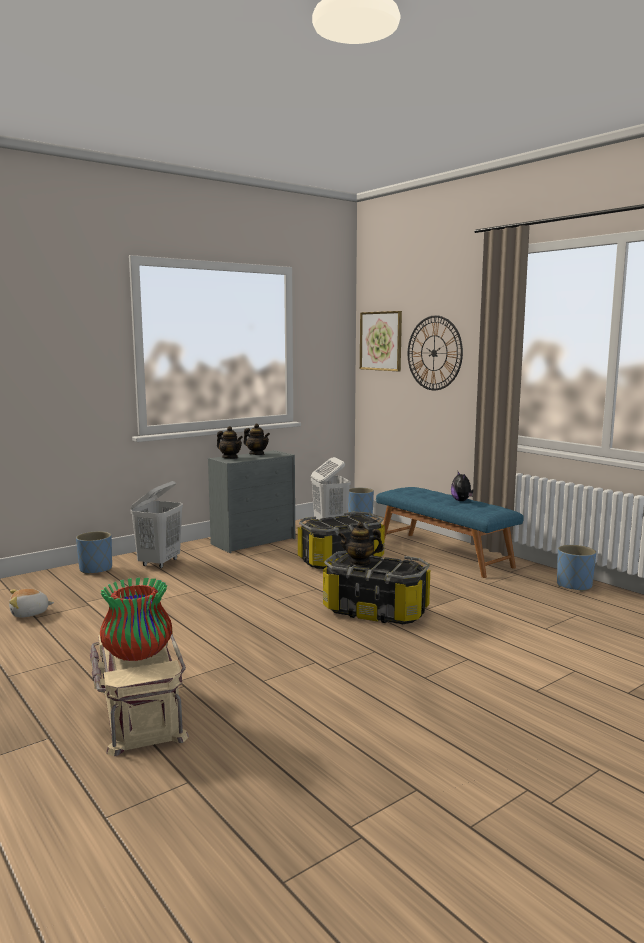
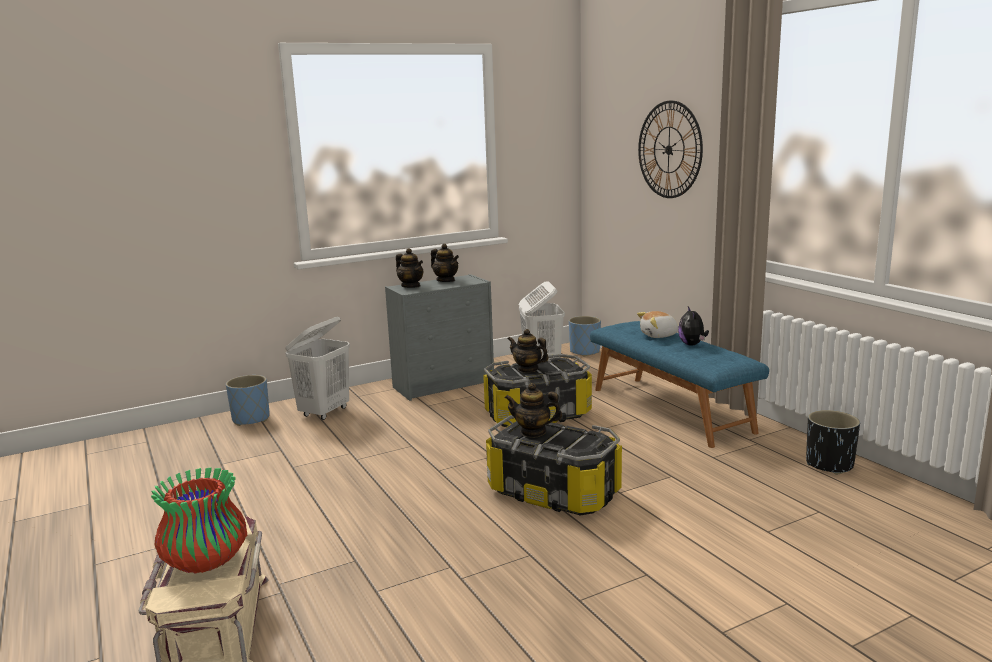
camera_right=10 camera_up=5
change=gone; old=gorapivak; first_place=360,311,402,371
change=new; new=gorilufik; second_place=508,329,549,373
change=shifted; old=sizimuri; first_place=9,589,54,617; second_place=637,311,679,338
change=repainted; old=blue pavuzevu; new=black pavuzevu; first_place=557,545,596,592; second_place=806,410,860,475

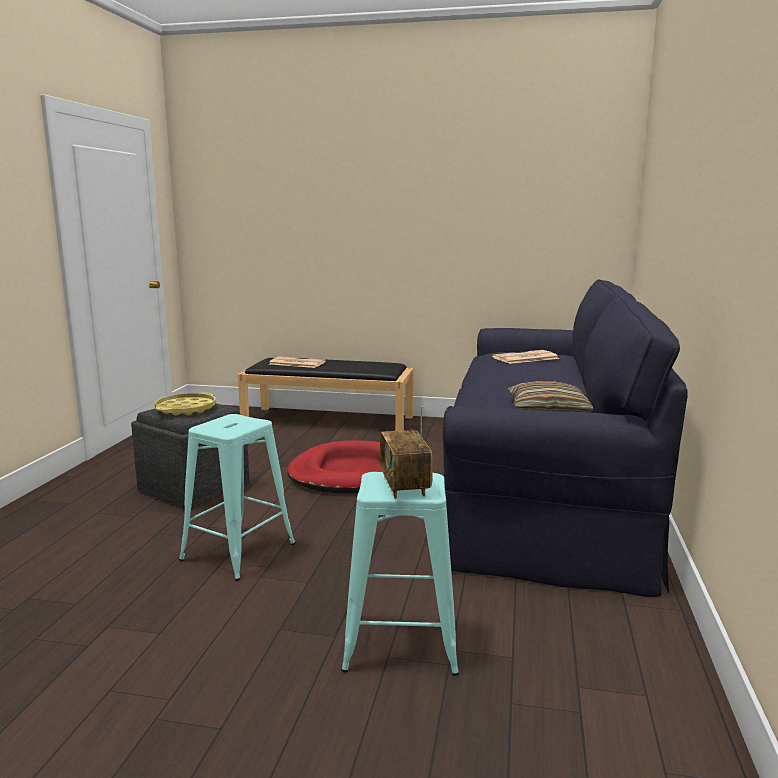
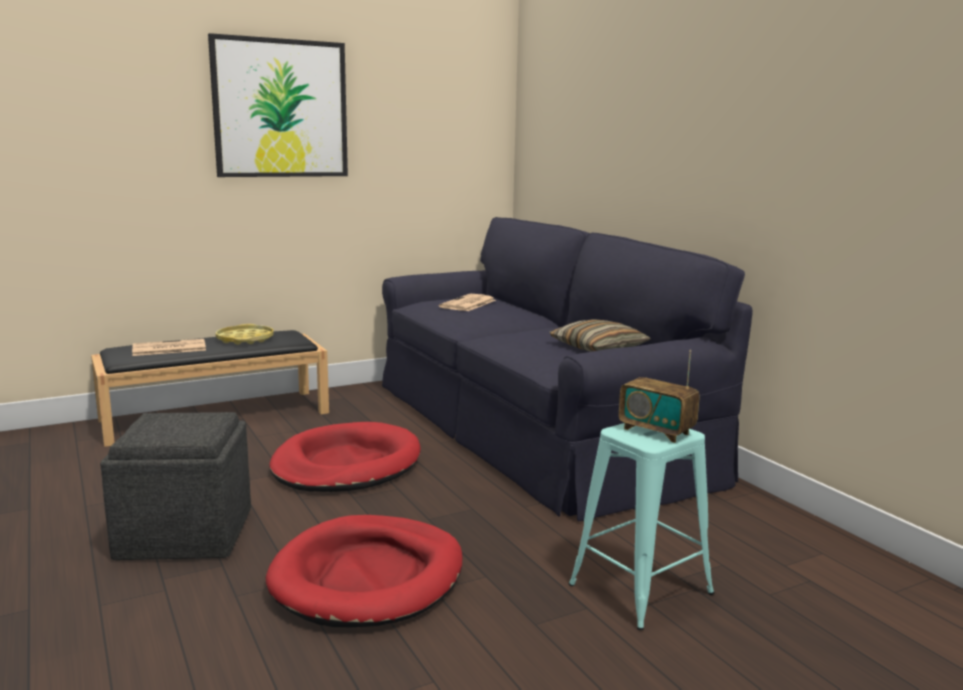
camera_right=-40 camera_up=0
change=new; new=gorapivak; second_place=208,33,348,177
change=shifted; old=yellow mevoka; first_place=155,392,216,416; second_place=216,324,274,345
change=swapped; old=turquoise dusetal; new=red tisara; first_place=179,414,295,581; second_place=266,515,462,627

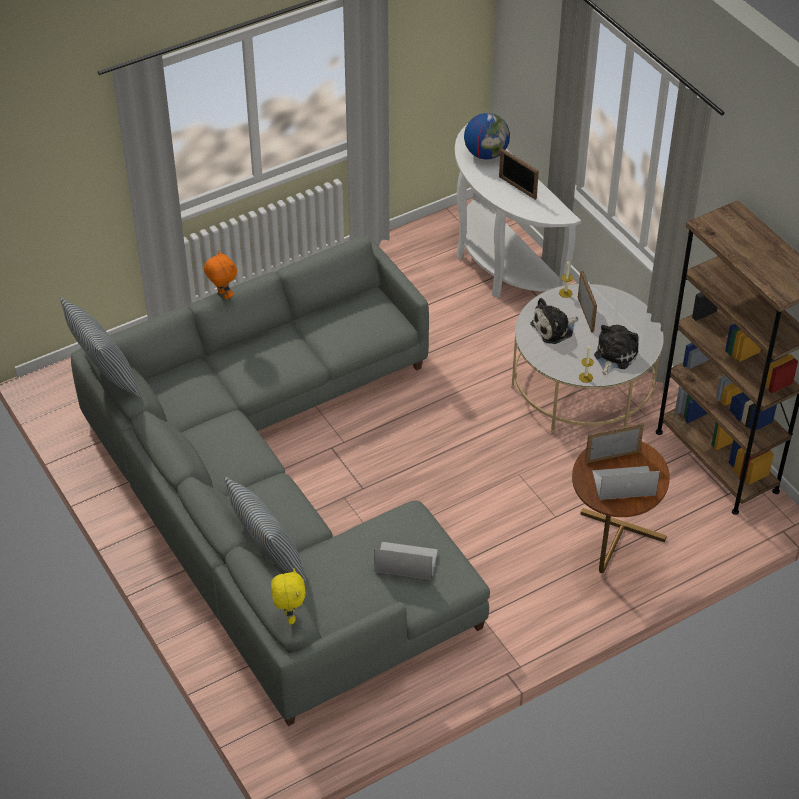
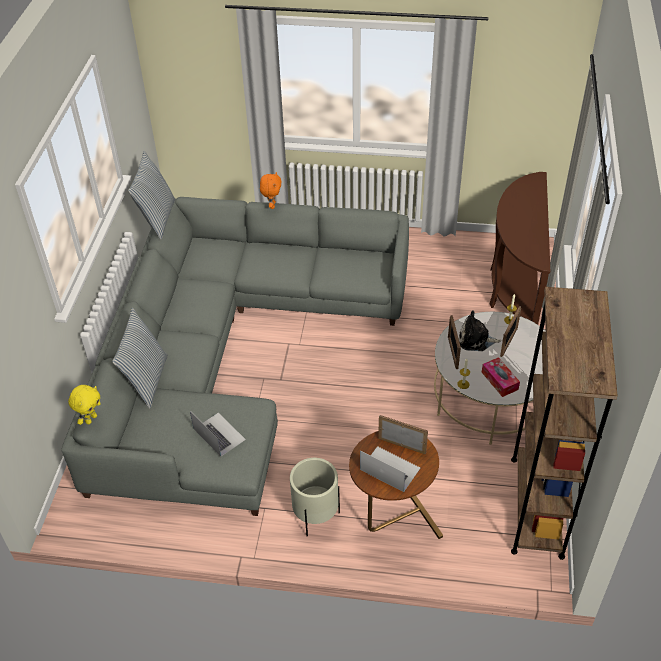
camera_right=40 camera_up=0
change=gone; old=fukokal; first_place=464,113,510,160
change=new; new=beige pavuzevu; second_place=290,458,340,537
change=shifted; old=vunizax; first_place=499,148,539,200; second_place=448,315,461,369
change=swapped; old=sizimuri; new=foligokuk; first_place=594,325,639,376; second_place=482,357,520,397
change=repainted; old=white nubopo; new=brown nubopo; first_place=455,123,581,298; second_place=490,172,550,325

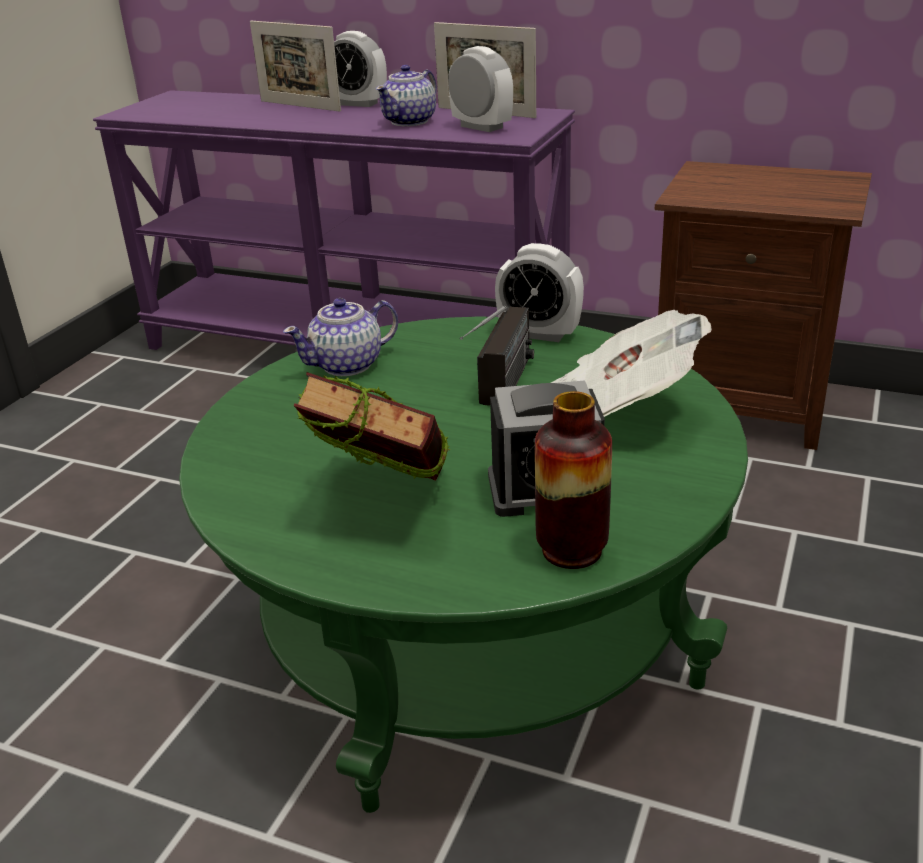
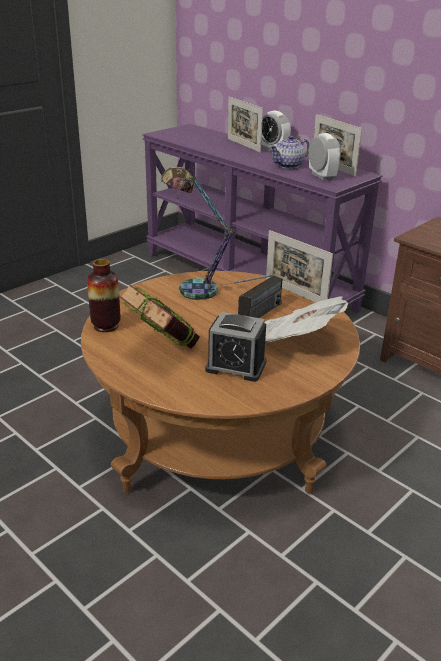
camera_right=20 camera_up=0
change=shifted; old=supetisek; first_place=535,391,612,569; second_place=87,259,121,332
change=swapped; old=gorilufik; new=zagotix; first_place=283,298,398,376; second_place=161,167,235,300
change=swapped; old=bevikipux; new=vunizax; first_place=495,243,584,342; second_place=266,230,333,302
change=repainted; old=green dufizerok; new=brown dufizerok; first_place=179,317,748,813; second_place=81,271,360,494

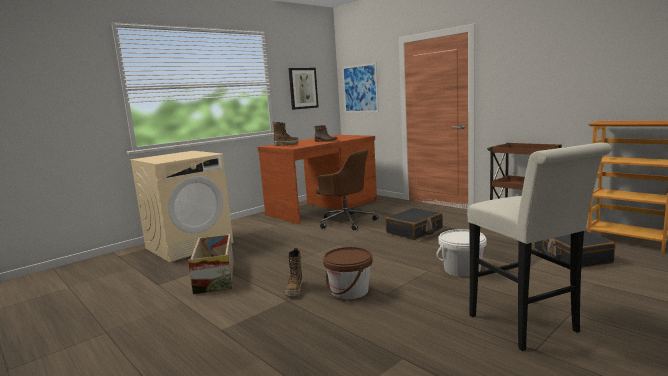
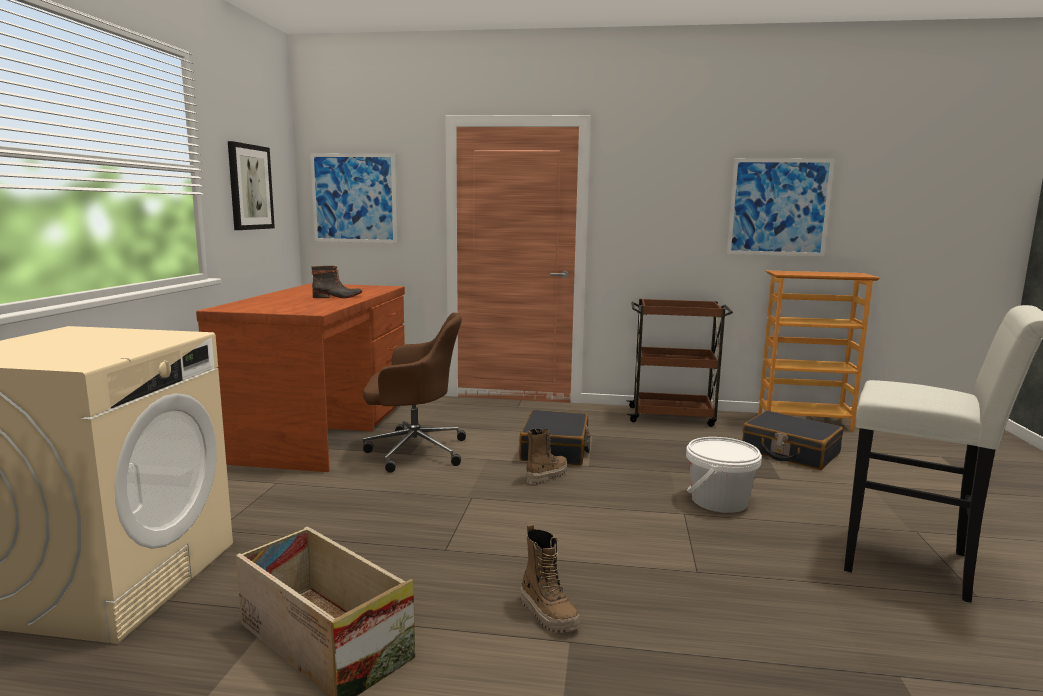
camera_right=-40 camera_up=0
change=gone; old=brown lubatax; first_place=323,247,373,299
change=new; new=gorapivak; second_place=727,158,835,256
change=shifted; old=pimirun; first_place=273,122,299,146; second_place=526,428,567,485

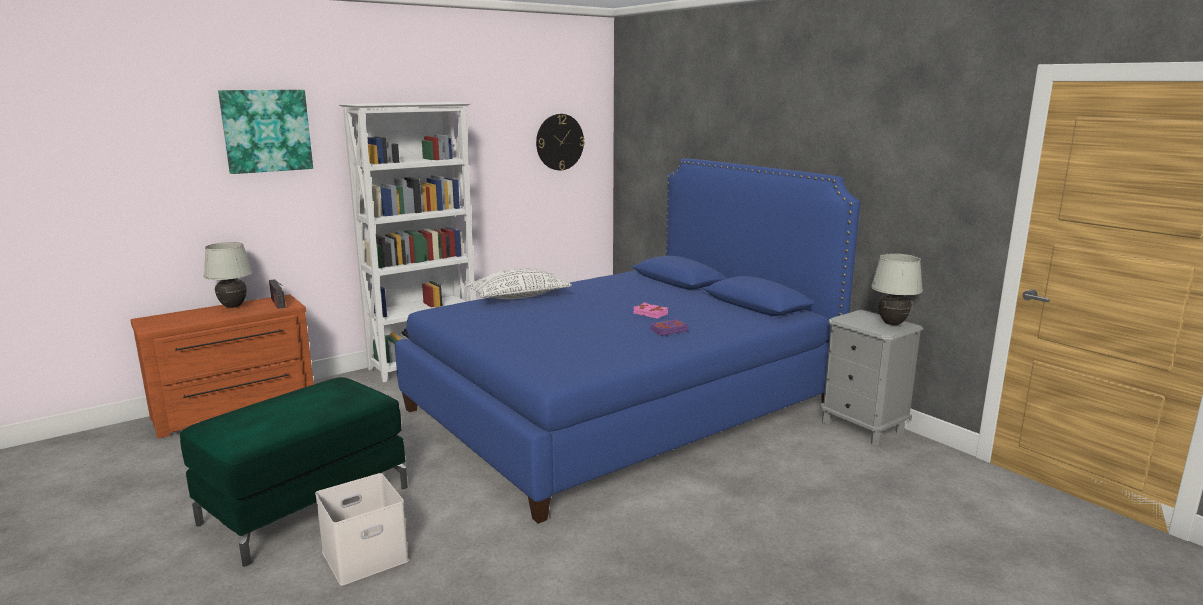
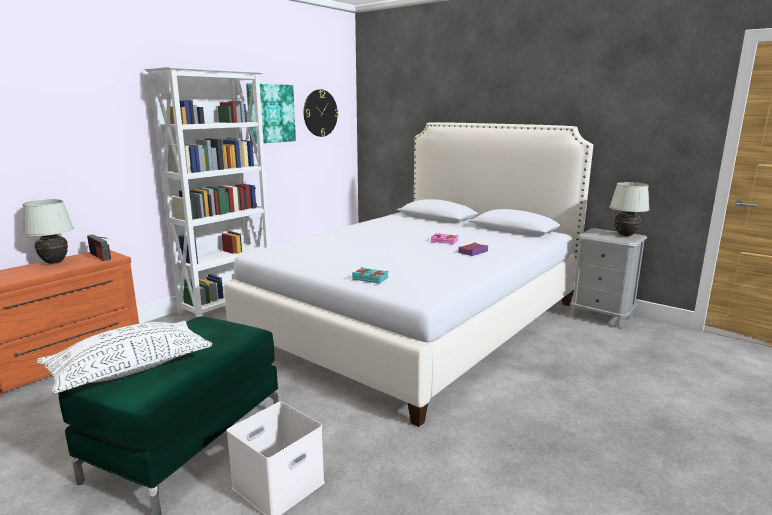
camera_right=-15 camera_up=0
change=new; new=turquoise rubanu; second_place=352,267,388,284
change=shifted; old=gorapivak; first_place=218,90,313,174; second_place=246,83,296,144
change=shifted; old=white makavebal; first_place=465,268,572,299; second_place=37,321,212,393
change=repainted; old=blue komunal; new=white komunal; first_place=395,158,860,524; second_place=224,122,593,427

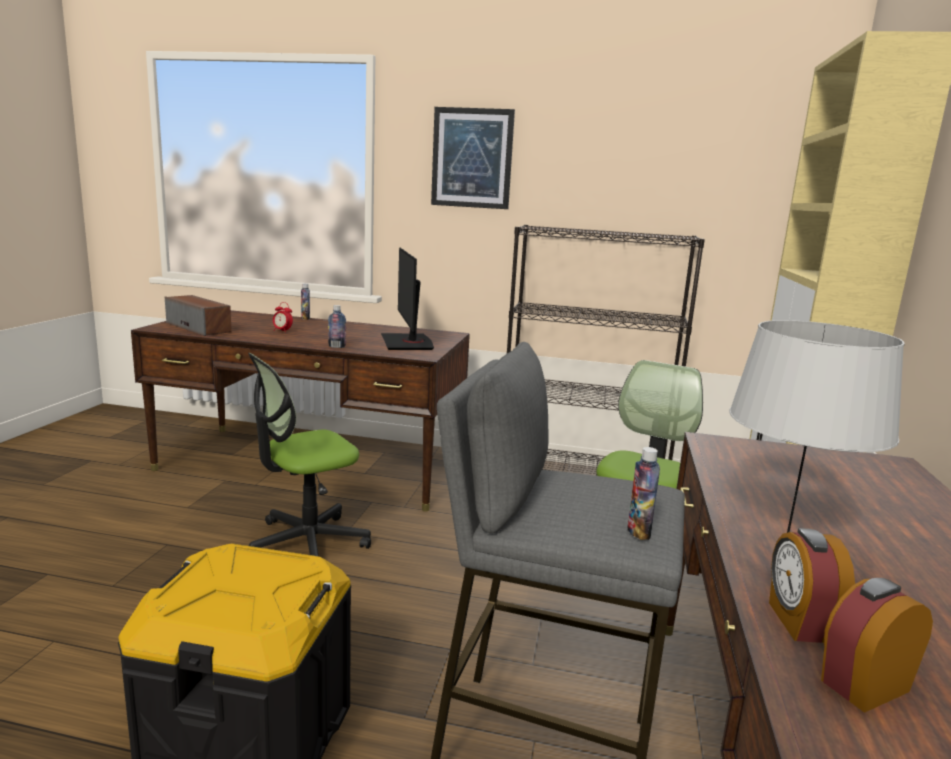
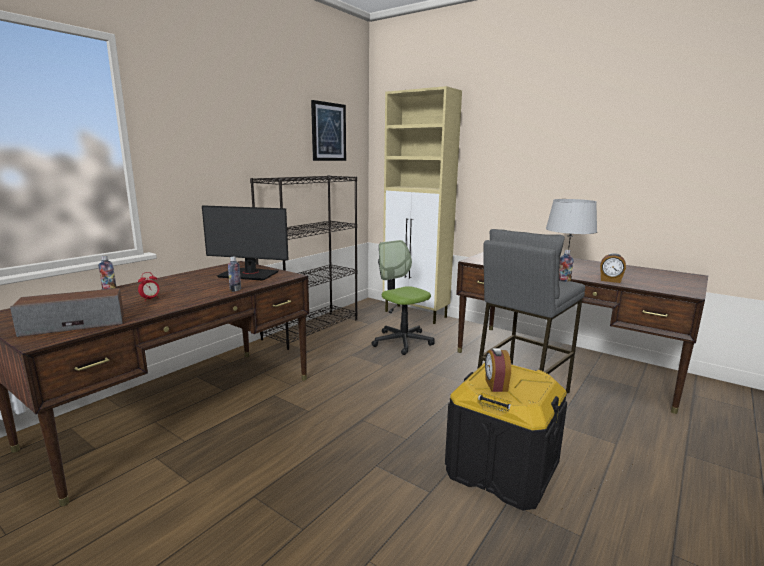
camera_right=-65 camera_up=0
change=gone; old=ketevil; first_place=248,353,371,556
change=shifted; old=gorapivak; first_place=431,107,515,209; second_place=311,100,346,161
change=shifted; old=bevikipux; first_place=821,578,933,713; second_place=485,348,511,392

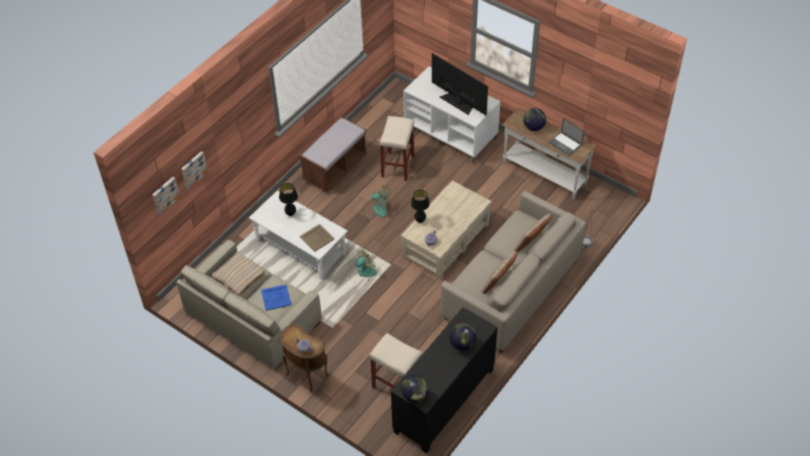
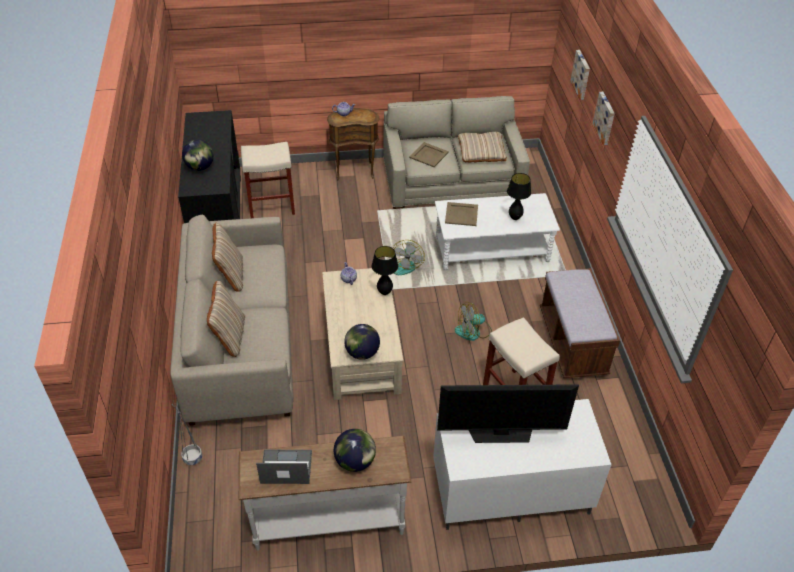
camera_right=135 camera_up=-5
change=shifted; old=gorapivak; first_place=152,177,180,215; second_place=593,92,615,145
change=shifted; old=fukokal; first_place=401,375,429,403; second_place=344,324,380,360
change=repainted; old=blue mevoka; new=beige mevoka; first_place=261,284,291,311; second_place=409,142,449,167

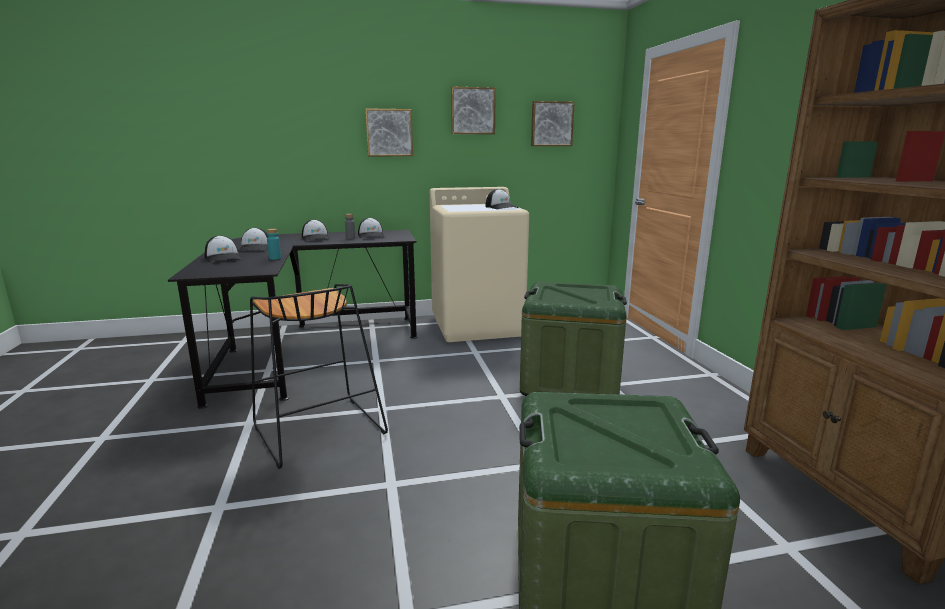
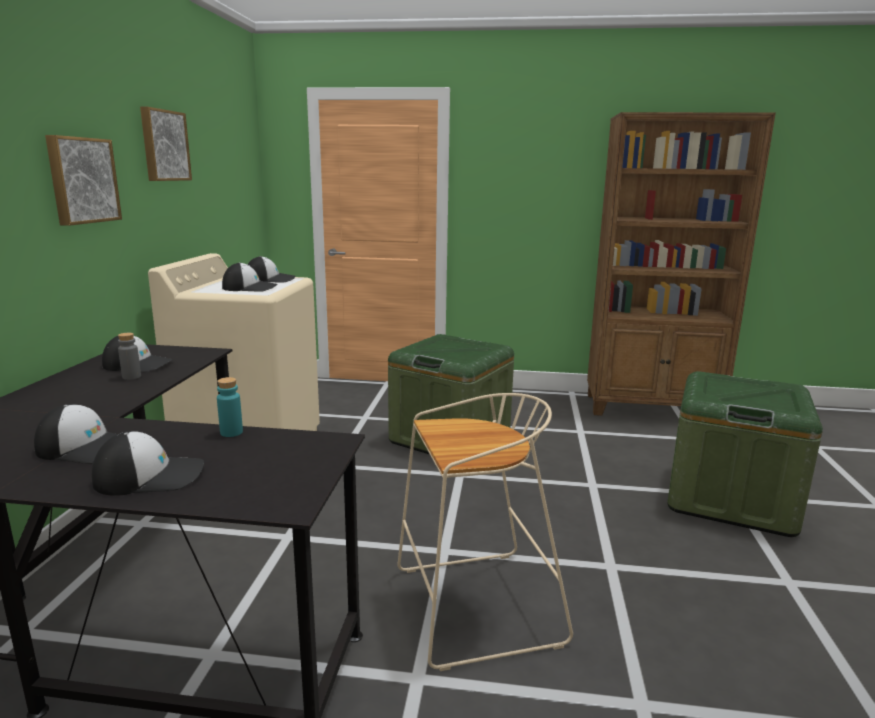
camera_right=-70 camera_up=0
change=gone; old=gorapivak; first_place=531,101,575,146
change=shifted; old=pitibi; first_place=302,219,329,241; second_place=222,262,278,292
change=repainted; old=black dusetal; new=beige dusetal; first_place=250,284,388,469; second_place=397,393,573,671

